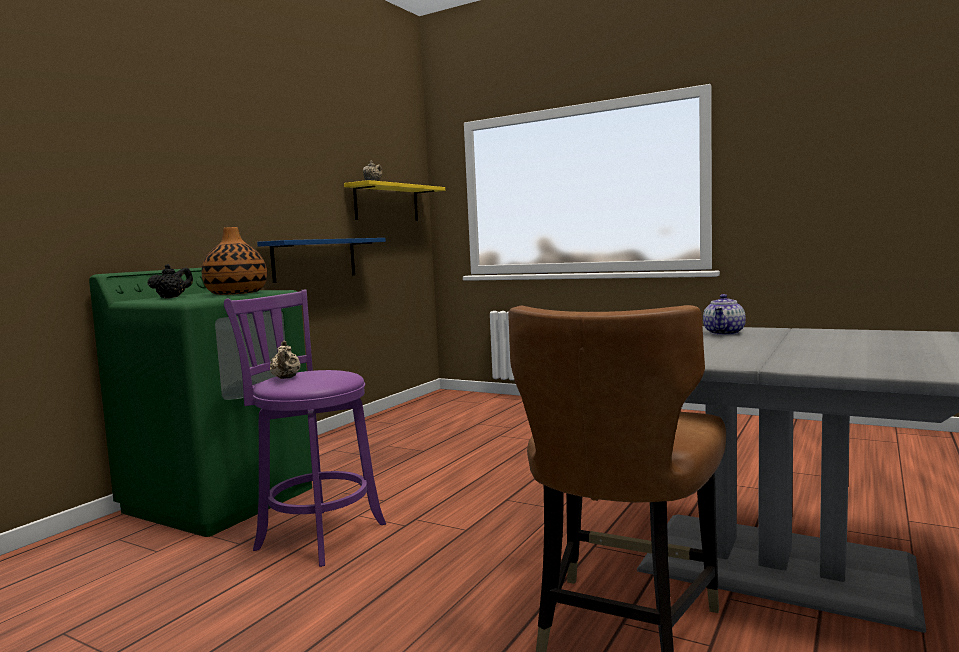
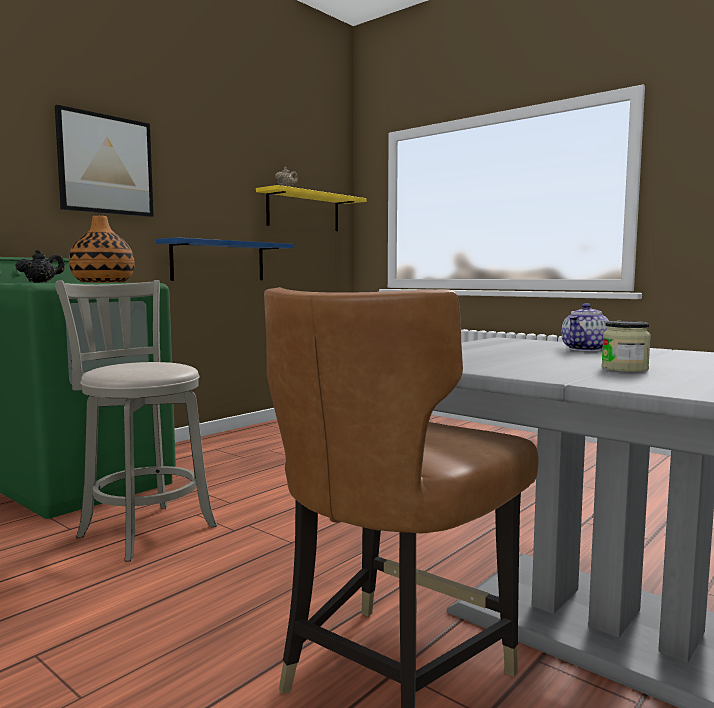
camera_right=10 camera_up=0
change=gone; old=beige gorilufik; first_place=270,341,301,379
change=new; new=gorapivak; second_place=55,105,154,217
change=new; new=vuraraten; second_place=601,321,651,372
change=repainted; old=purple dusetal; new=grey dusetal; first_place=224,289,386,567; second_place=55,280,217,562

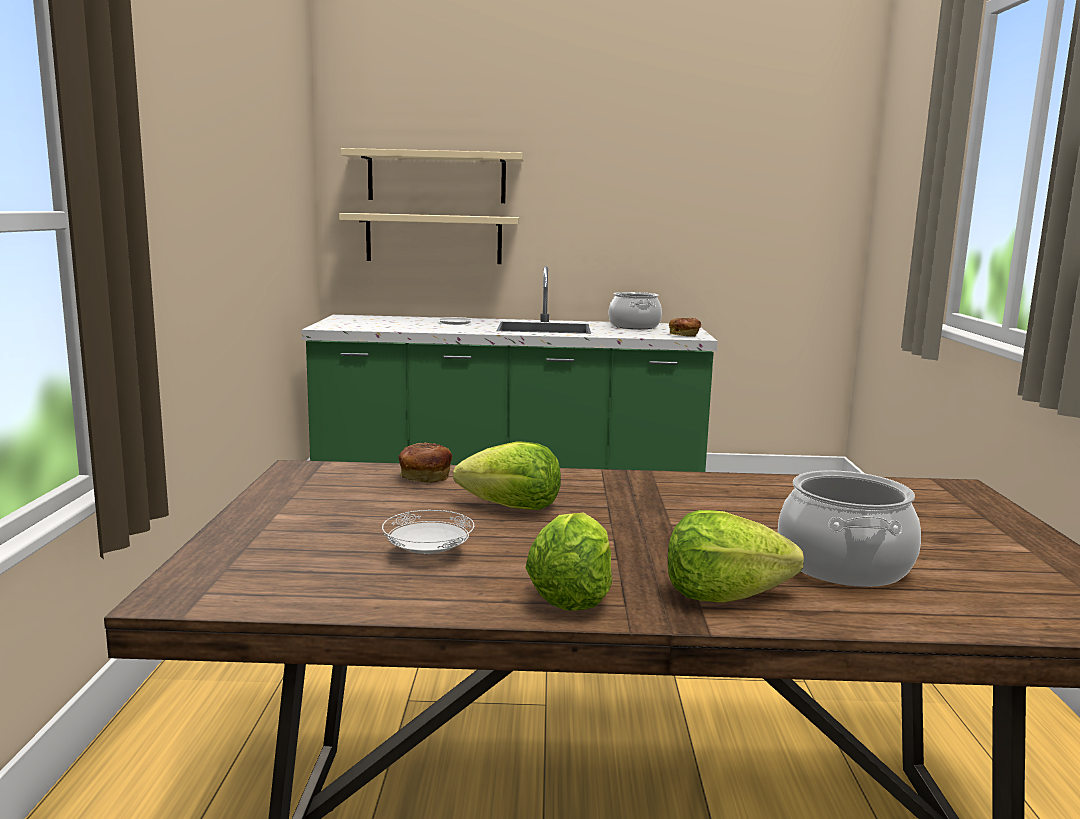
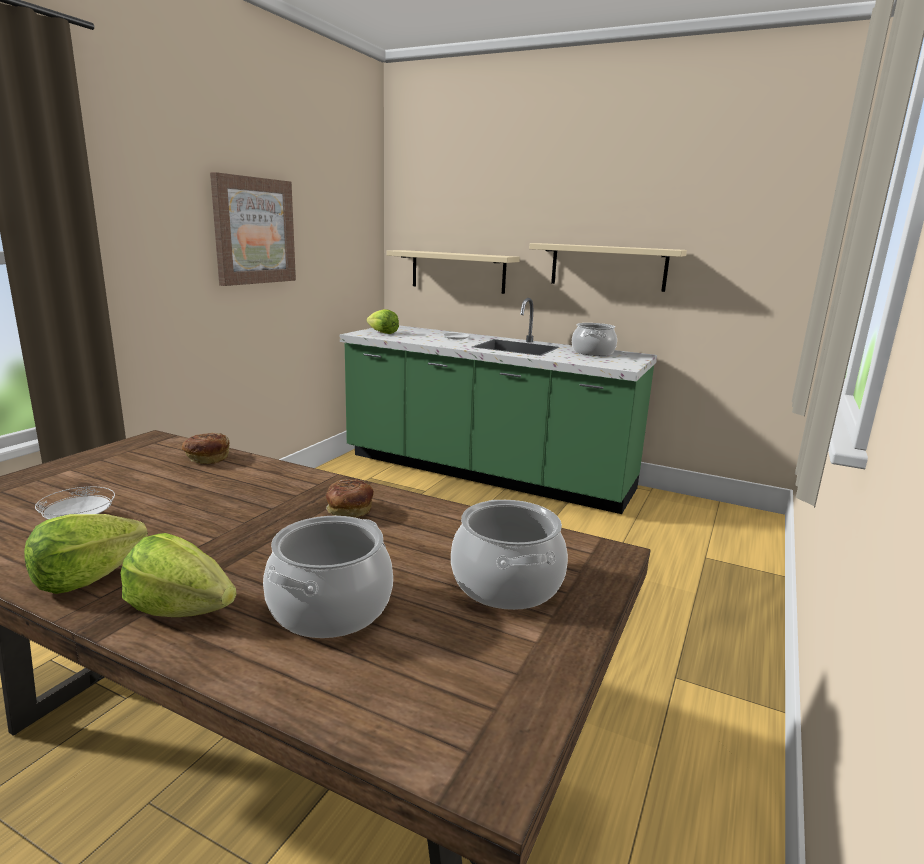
camera_right=25 camera_up=5
change=new; new=gorapivak; second_place=210,172,296,286
change=new; new=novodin; second_place=451,500,568,610
change=shifted; old=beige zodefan; first_place=341,148,524,203; second_place=529,243,687,292
change=shifted; old=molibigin; first_place=453,441,561,510; second_place=366,309,399,334
change=shifted; old=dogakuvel; first_place=669,318,701,337; second_place=326,479,374,518

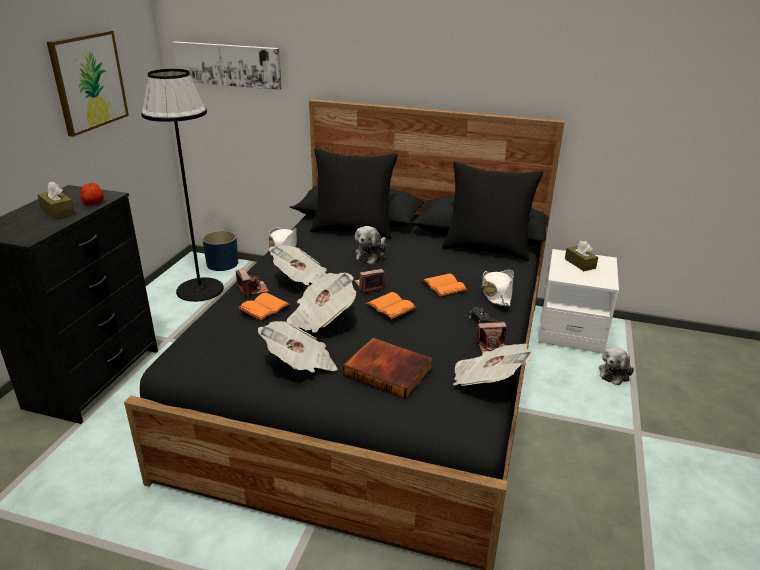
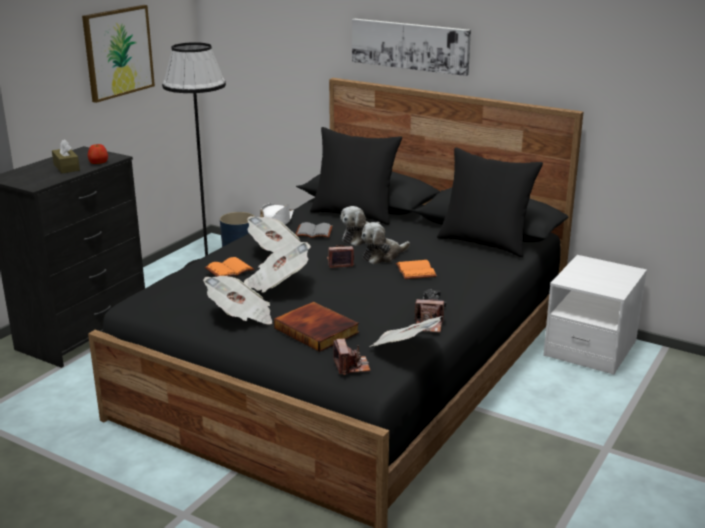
camera_right=15 camera_up=-5
change=gone; old=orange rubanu; first_place=366,292,417,320
change=gone; old=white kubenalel; first_place=481,269,514,307
change=gone; old=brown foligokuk; first_place=565,241,598,271
change=new; new=grey rubanu; second_place=295,222,332,238
change=shifted; old=gorapivak; first_place=172,41,282,90; second_place=352,19,471,76
change=shifted; old=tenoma; first_place=236,268,269,297; second_place=333,339,371,375
change=shifted; old=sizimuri; first_place=599,347,634,385; second_place=361,222,410,264

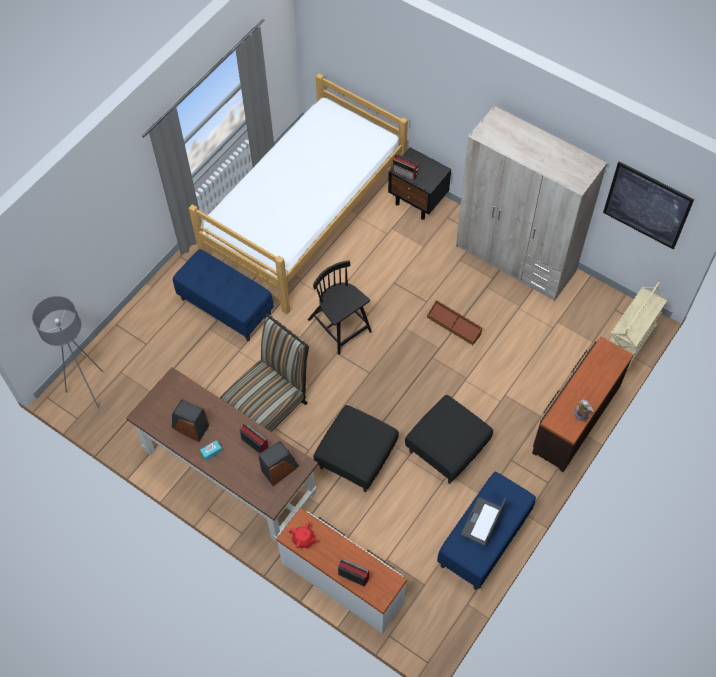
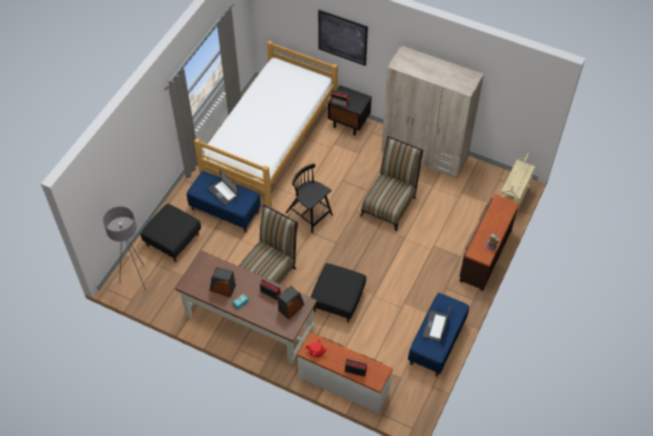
camera_right=-10 camera_up=-5
change=new; new=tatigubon; second_place=208,170,238,206
change=shifted; old=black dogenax; first_place=405,395,493,484; second_place=140,204,201,262
change=shifted; old=gorapivak; first_place=603,162,694,250; second_place=318,10,368,66
change=swapped; old=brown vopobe; new=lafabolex; first_place=427,300,482,345; second_place=360,136,424,231

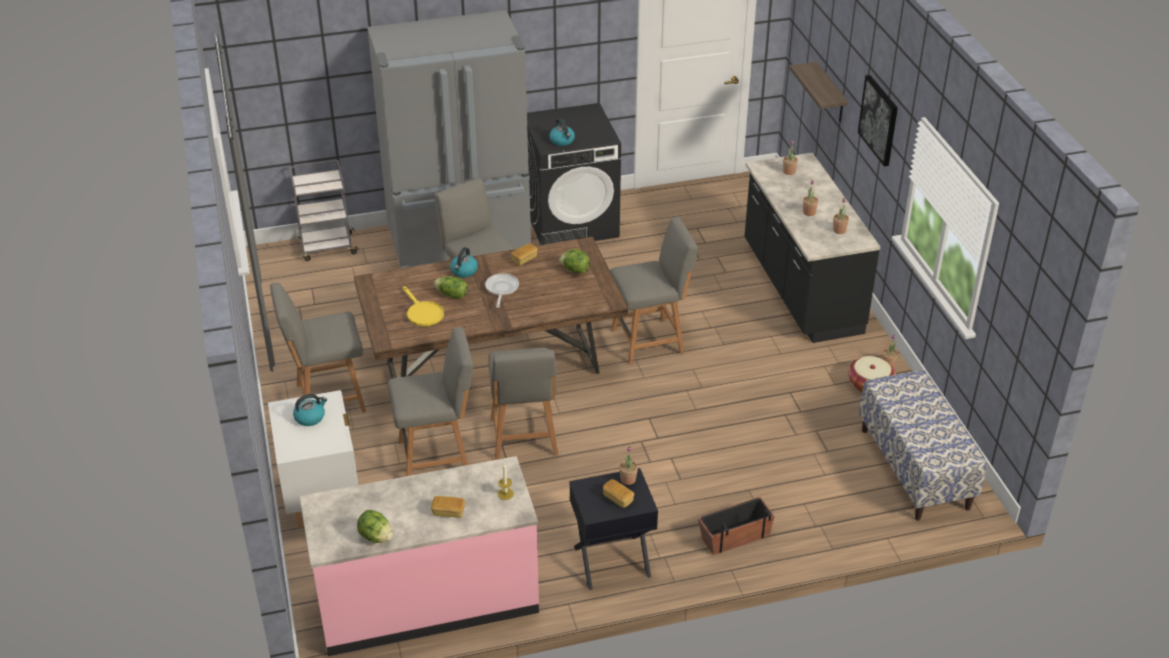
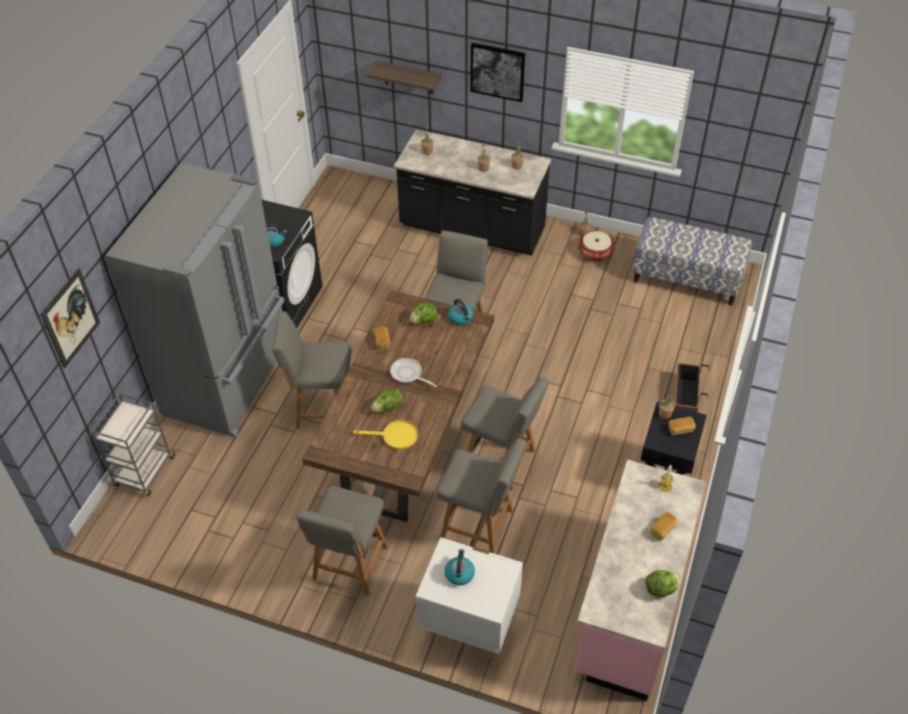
camera_right=-55 camera_up=10
change=new; new=gorapivak; second_place=40,268,100,368
change=shifted; old=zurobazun; first_place=450,247,478,278; second_place=448,299,473,325
change=rotated; old=grey lafabolex; first_place=388,327,473,476; second_place=436,439,526,554; degrees=90

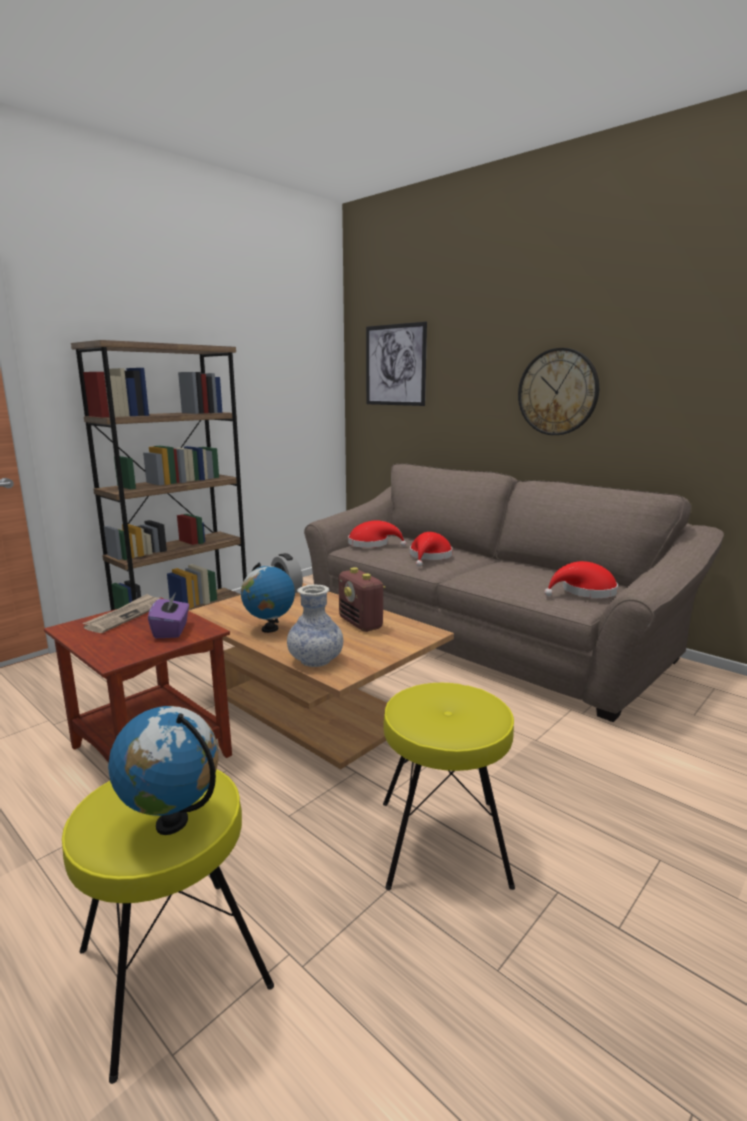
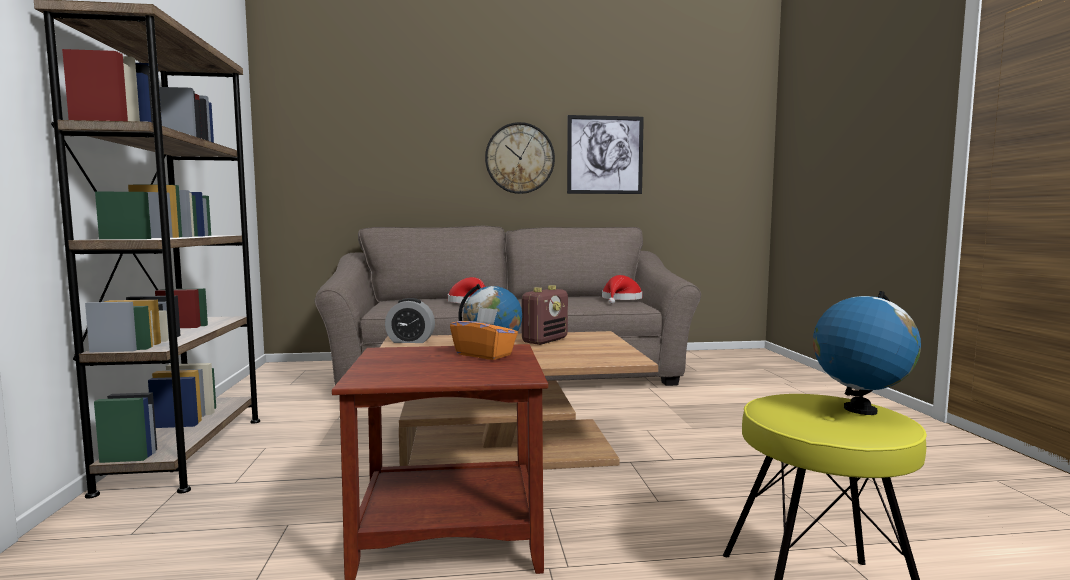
camera_right=-50 camera_up=-10
change=gone; old=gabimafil; first_place=83,594,160,633
change=gone; old=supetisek; first_place=287,585,343,667
change=gone; old=red kubenalel; first_place=348,520,407,548
change=gone; old=yellow dusetal; first_place=383,683,515,890
change=shifted; old=gorapivak; first_place=366,322,427,406; second_place=567,115,644,194
change=repainted; old=purple foligokuk; new=orange foligokuk; first_place=148,592,189,638; second_place=450,307,518,360
change=rotated; old=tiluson; first_place=339,567,386,632; second_place=522,285,568,345; degrees=-60

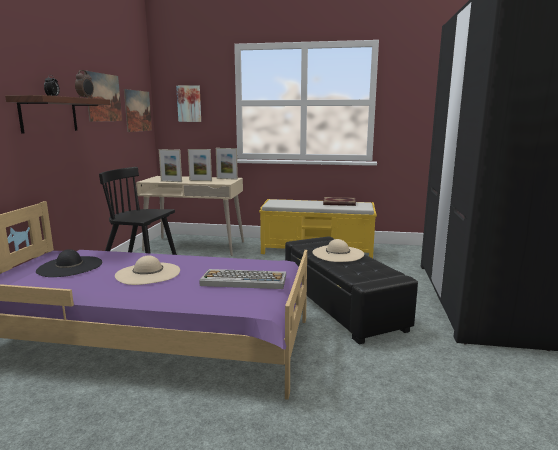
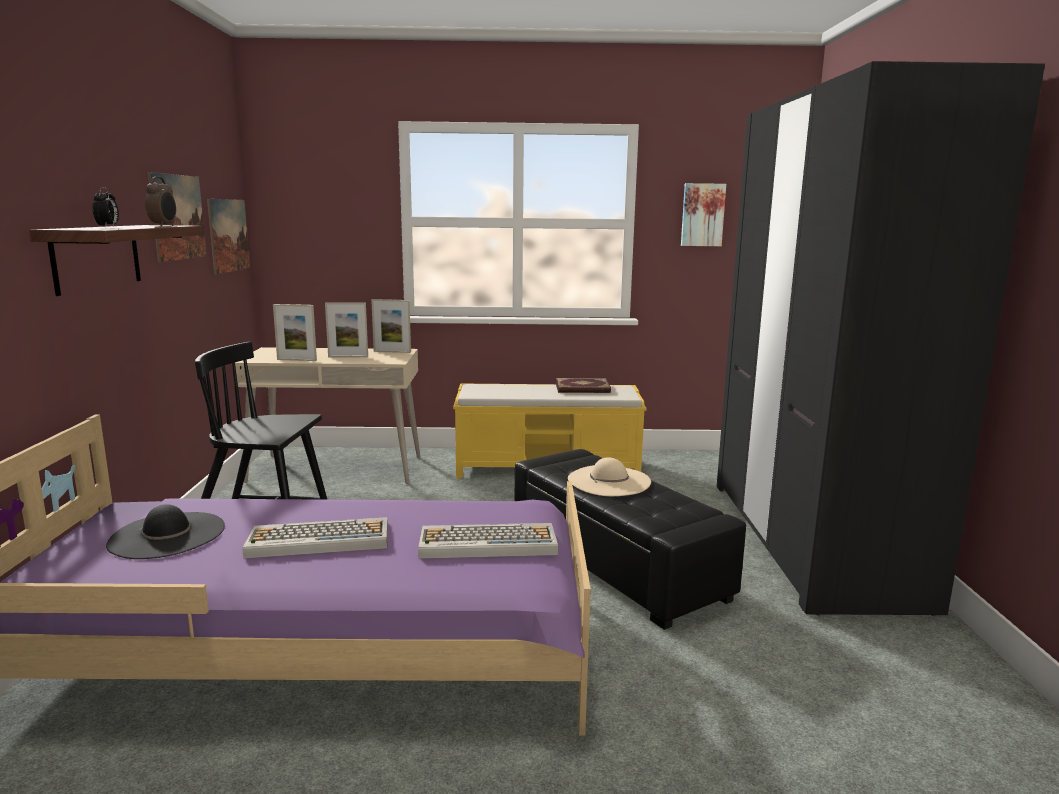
camera_right=-10 camera_up=0
change=shifted; old=gorapivak; first_place=176,85,201,122; second_place=681,183,726,246
change=swapped; old=beige kubenalel; new=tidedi; first_place=115,256,180,285; second_place=243,517,387,559

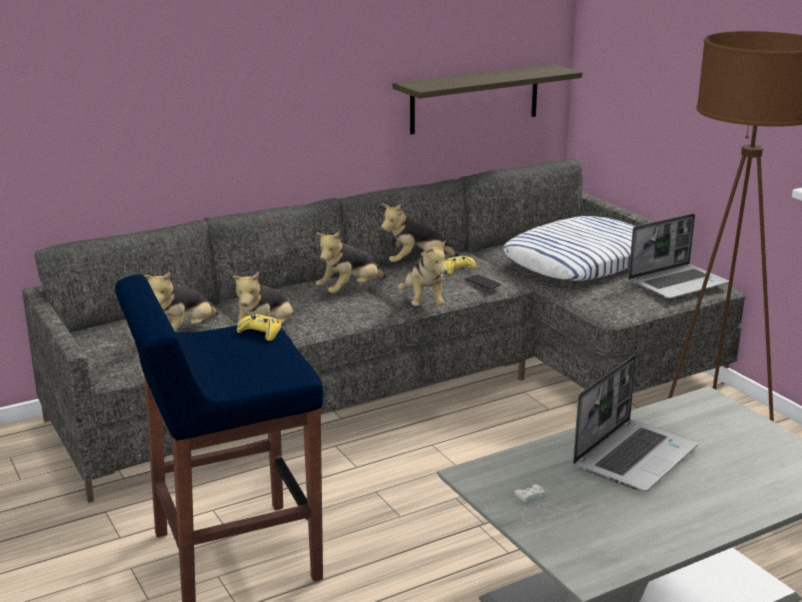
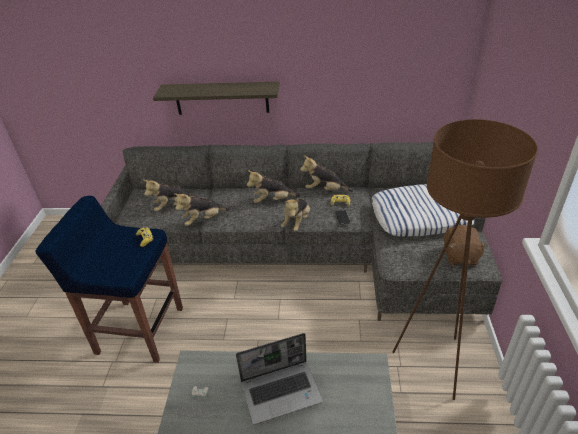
camera_right=35 camera_up=15
change=shifted; old=zodefan; first_place=393,64,582,134; second_place=153,82,280,115
change=swapped; old=tatigubon; new=brown sizimuri; first_place=628,213,729,299; second_place=444,225,488,266

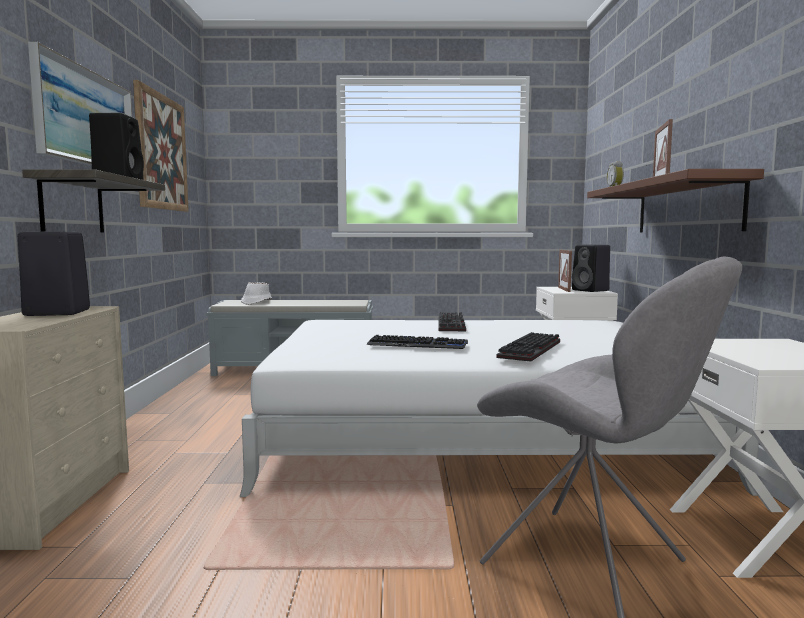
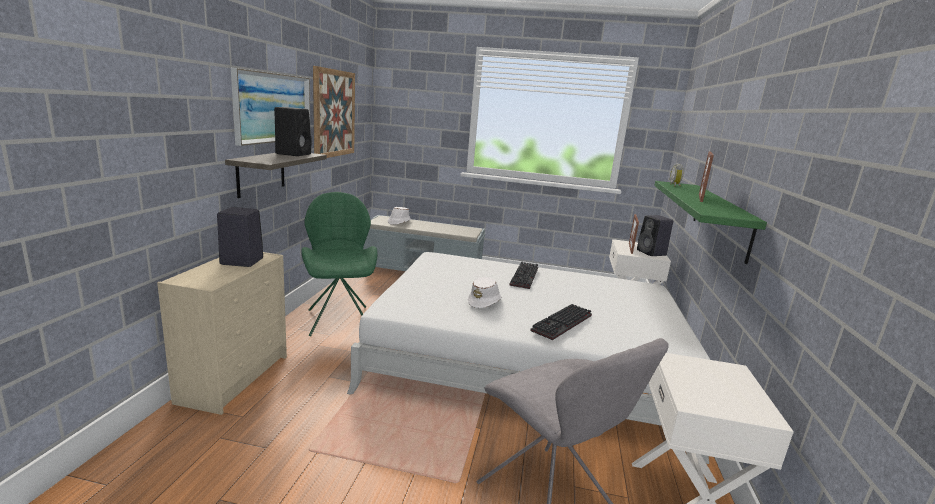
camera_right=10 camera_up=10
change=new; new=green lafabolex; second_place=301,192,377,336
change=swapped; old=tidedi; new=white kubenalel; first_place=367,335,468,349; second_place=468,277,502,308
change=repainted; old=brown zodefan; new=green zodefan; first_place=587,169,764,232; second_place=654,181,767,264

